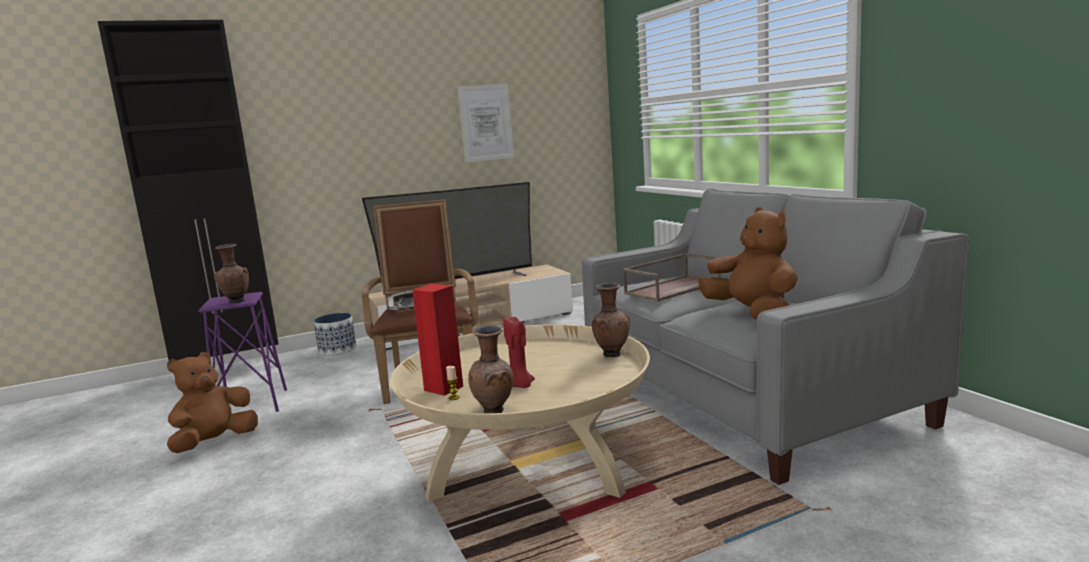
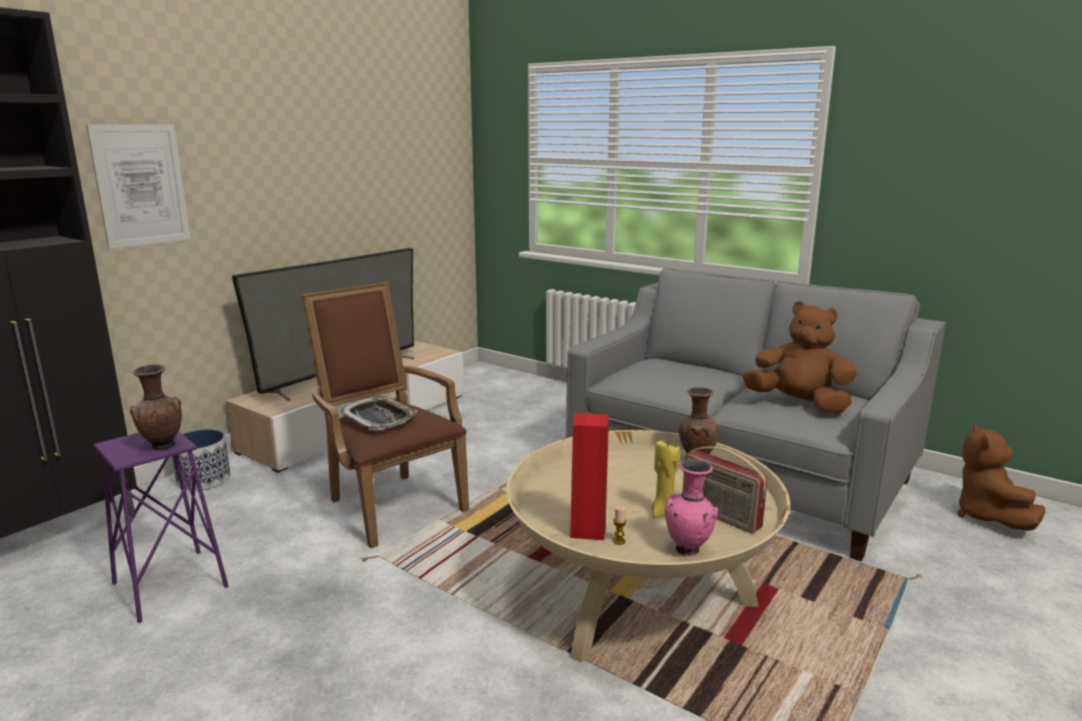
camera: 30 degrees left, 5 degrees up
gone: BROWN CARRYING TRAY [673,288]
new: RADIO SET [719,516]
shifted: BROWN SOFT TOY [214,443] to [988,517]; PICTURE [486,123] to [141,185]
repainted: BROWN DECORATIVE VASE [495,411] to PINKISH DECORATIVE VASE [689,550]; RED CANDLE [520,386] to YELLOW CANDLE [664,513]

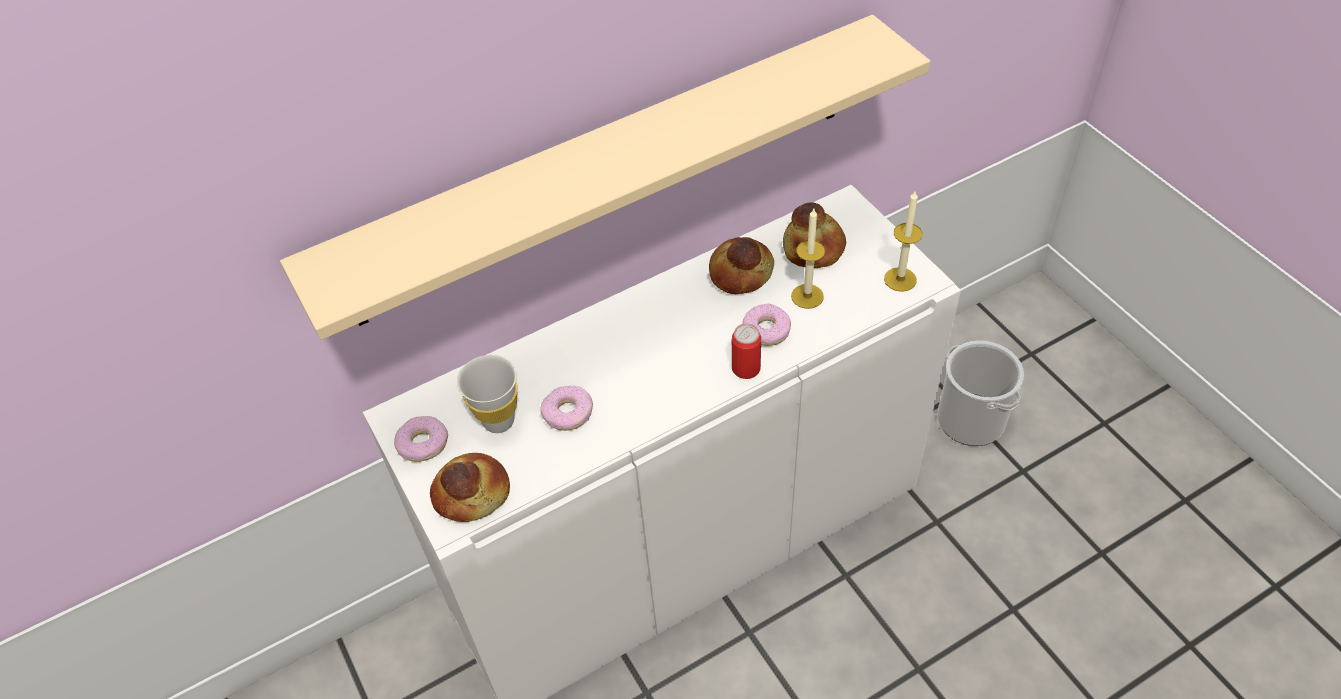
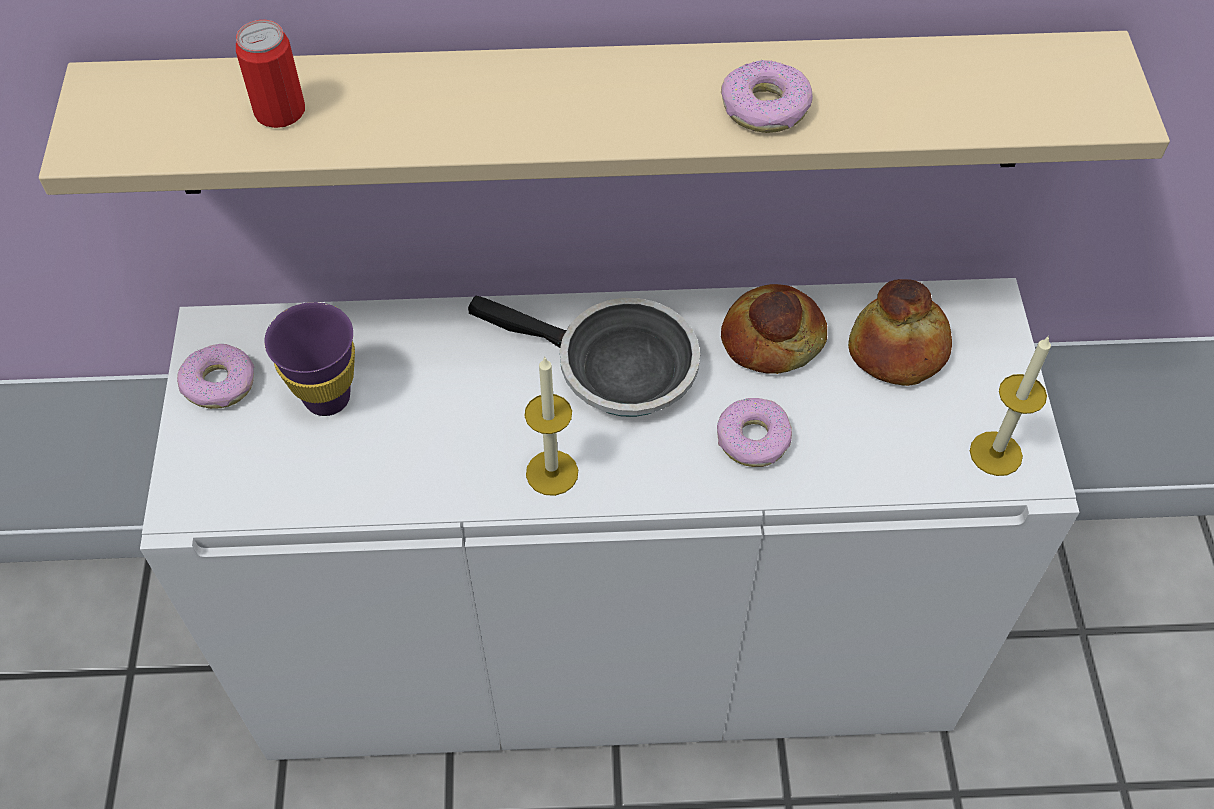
camera: 25 degrees right, 5 degrees up
gone: BAKERY BREAD [471,493]; PAIL [971,419]
new: SKILLET [615,368]
shifted: RING DOUGHNUT [568,413] to [765,108]; CAN [746,368] to [280,111]; CANDLE [807,296] to [552,473]
repainted: WHITE CUP [498,421] to PURPLISH CUP [327,398]

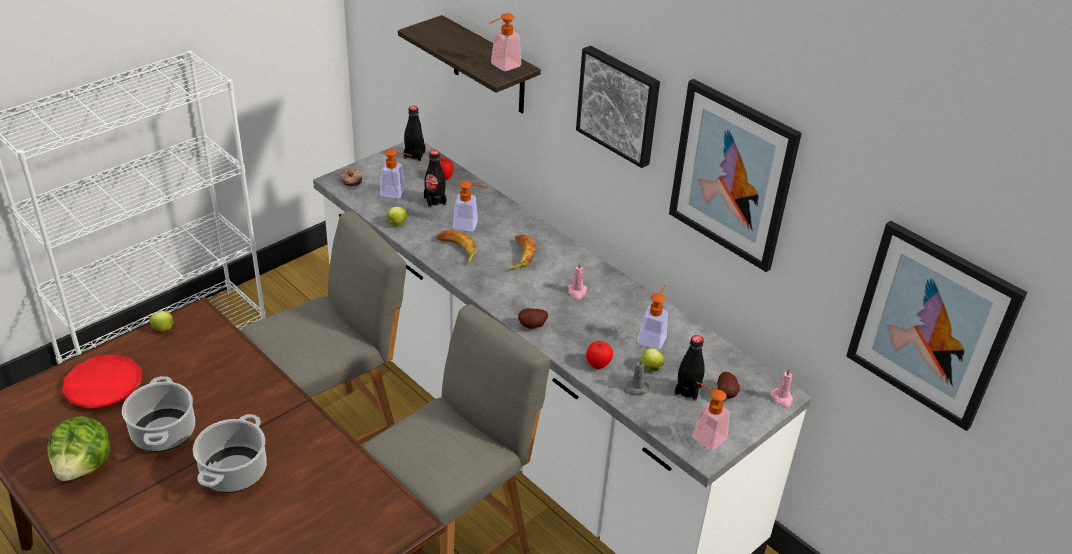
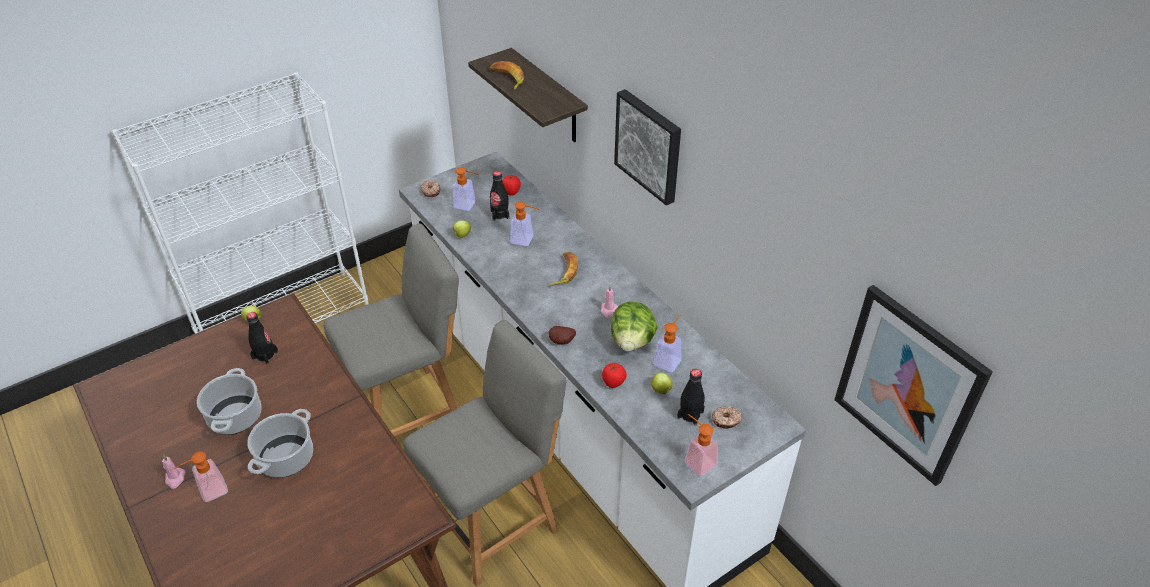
camera: 10 degrees right, 5 degrees up
gone: RED DINNER PLATE [103,386]; GREY CANDLE [635,389]; PICTURE [732,175]
shifted: LETTUCE HEAD [84,466] to [632,341]; BLACKISH DRINK BOTTLE [414,155] to [265,355]; WHOLE BANANA [456,249] to [507,78]; SOAP BOTTLE [501,66] to [208,492]; PINKISH CANDLE [782,399] to [175,479]
swapped: WHOLE POTATO [727,393] to RING DOUGHNUT [726,420]

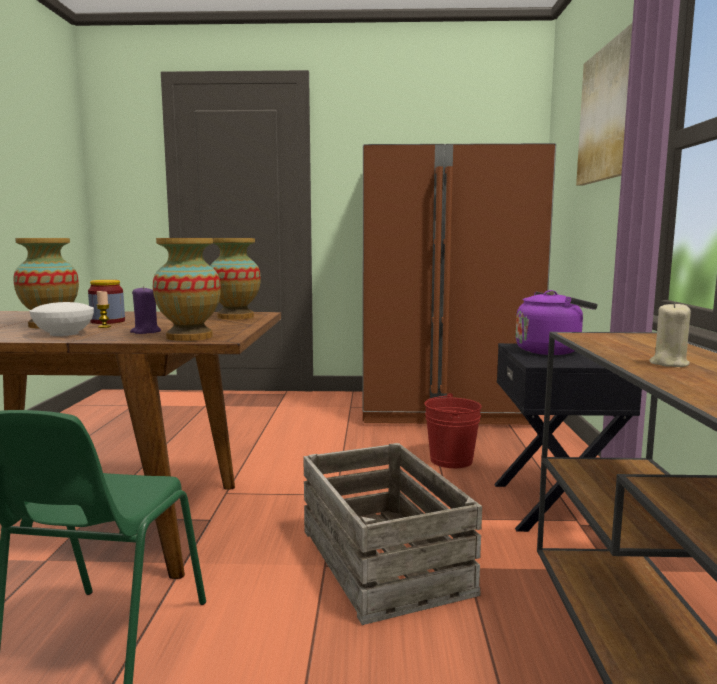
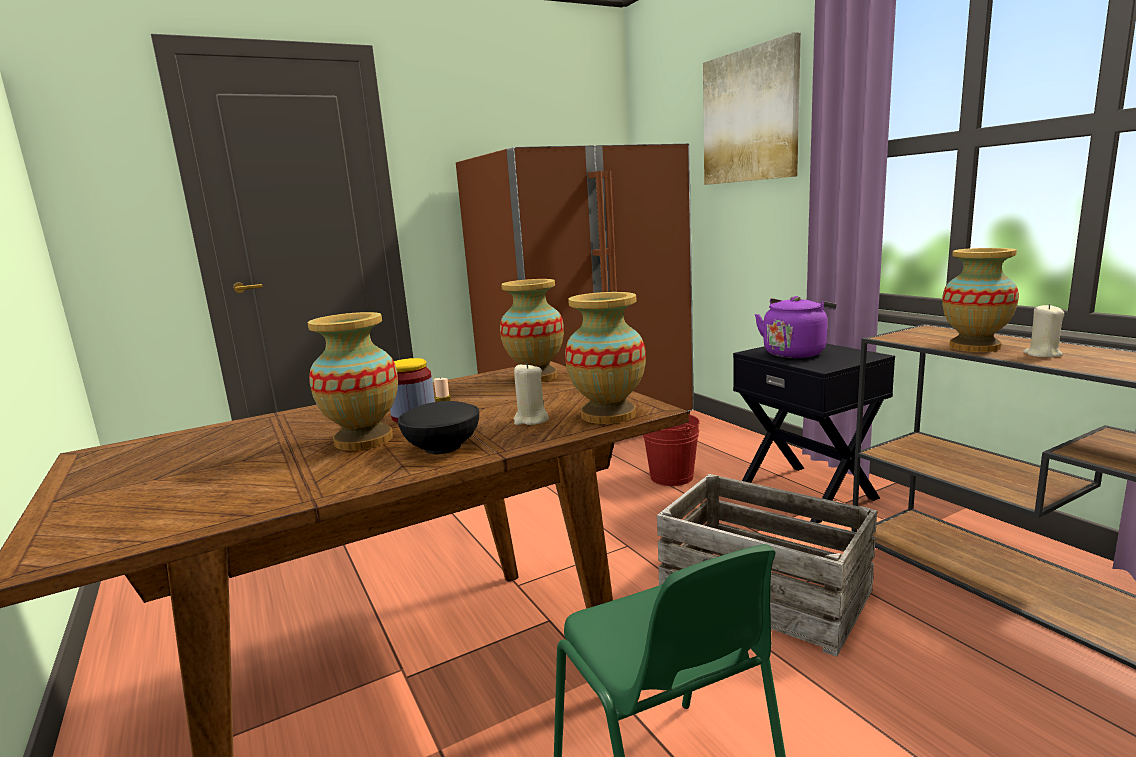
camera: 30 degrees left, 5 degrees up
new: DECORATIVE VASE [975,347]
repainted: WHITE DEEP DISH [64,334] to BLACKISH DEEP DISH [444,447]; PURPLISH CANDLE [145,332] to BEIGE-COLOURED CANDLE [531,420]

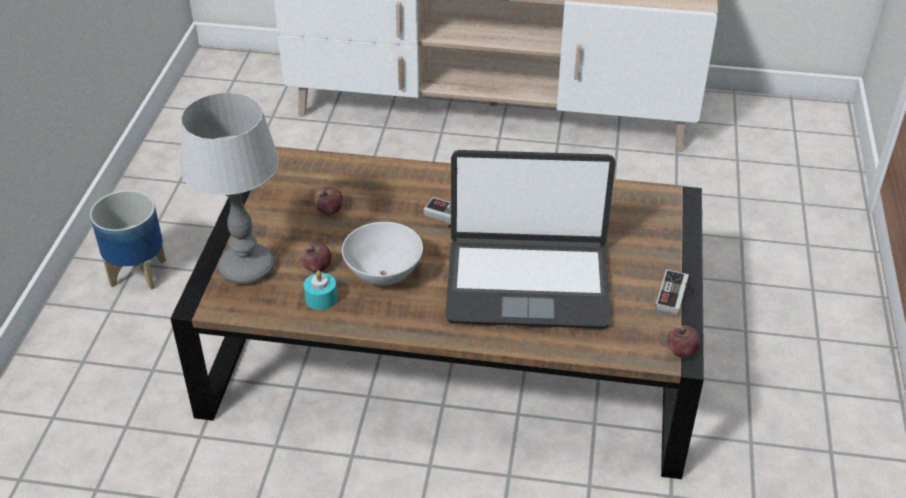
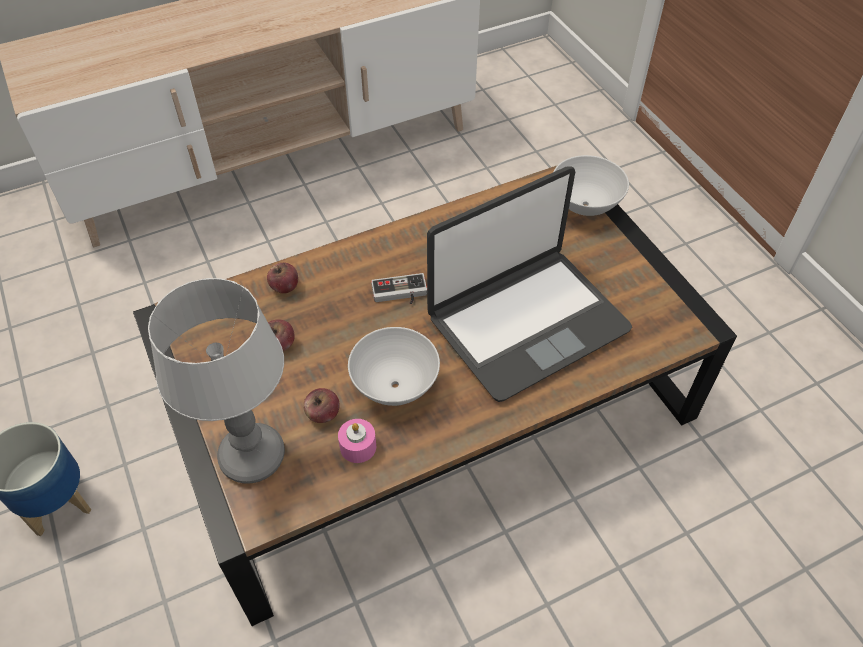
camera: 35 degrees left, 10 degrees up
gone: GAMEPAD [677,296]
new: WHITE DEEP DISH [585,207]
shifted: WHOLE APPLE [681,351] to [284,287]
repainted: BLUE-GREEN CANDLE [321,298] to PINKISH CANDLE [358,446]

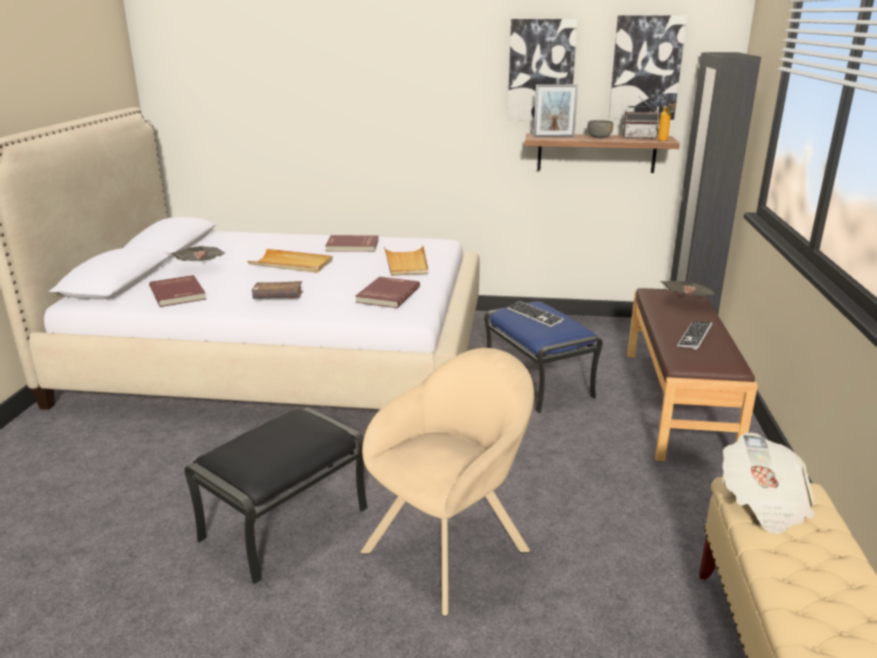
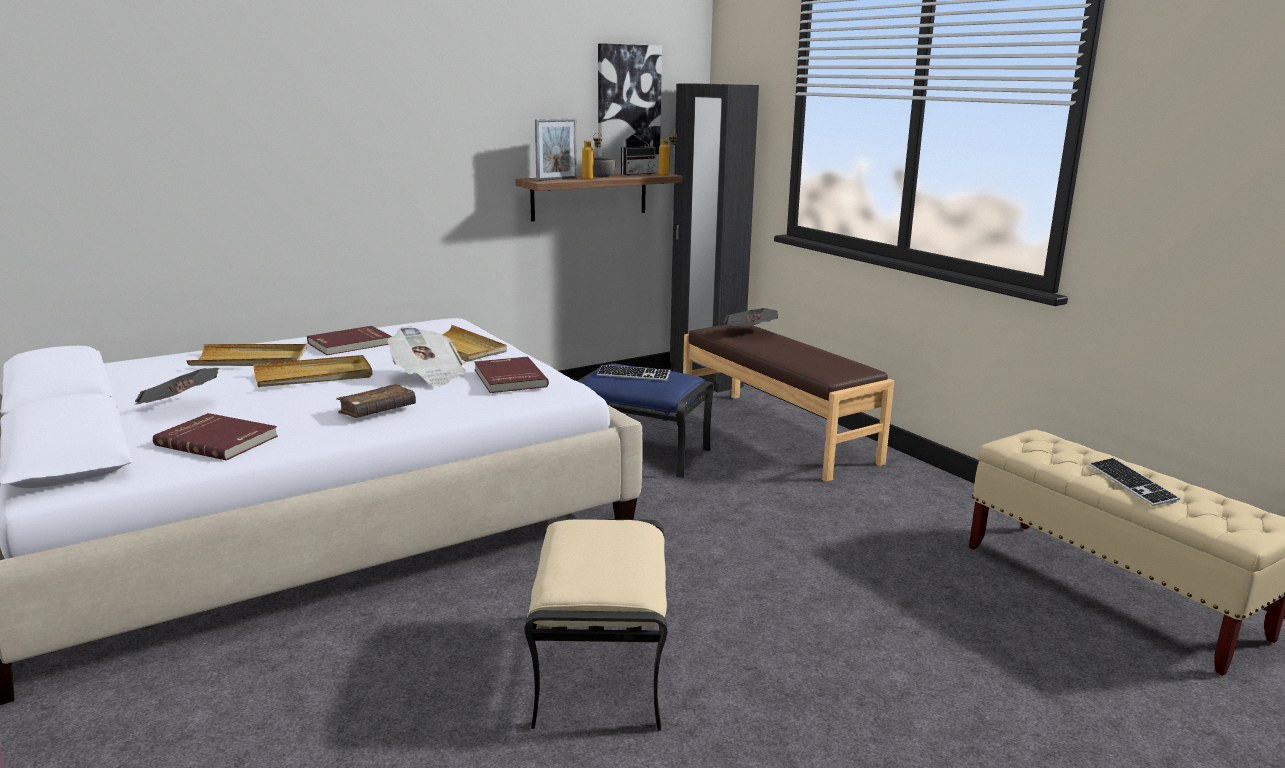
camera: 40 degrees left, 5 degrees down
gone: BEIGE-COLOURED ARMCHAIR [452,547]; PICTURE [541,70]
new: BEIGE-COLOURED CARRYING TRAY [250,360]; DRINK BOTTLE [592,179]
shifted: COMPUTER KEYBOARD [694,336] to [1131,484]; DAILY PAPER [763,503] to [428,375]
repainted: BLACKISH OTTOMAN [285,523] to BEIGE-COLOURED OTTOMAN [598,666]

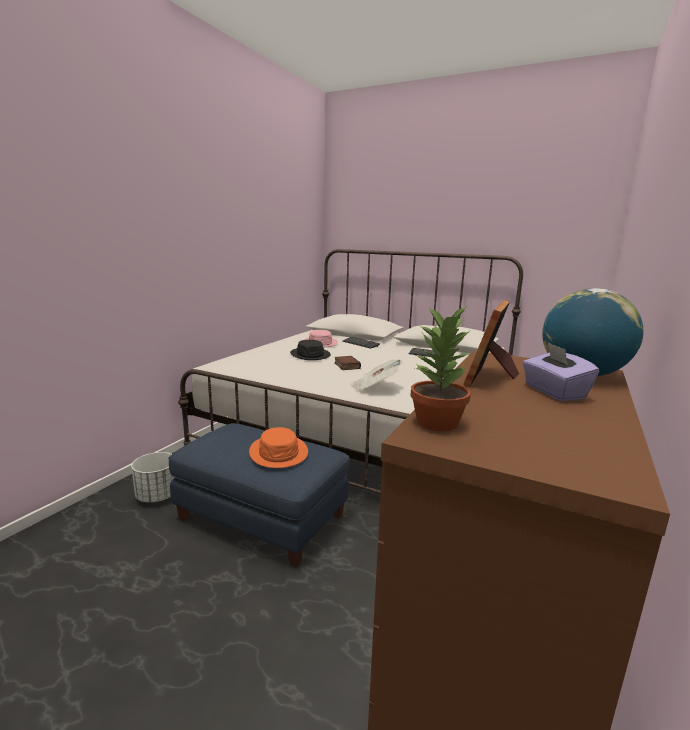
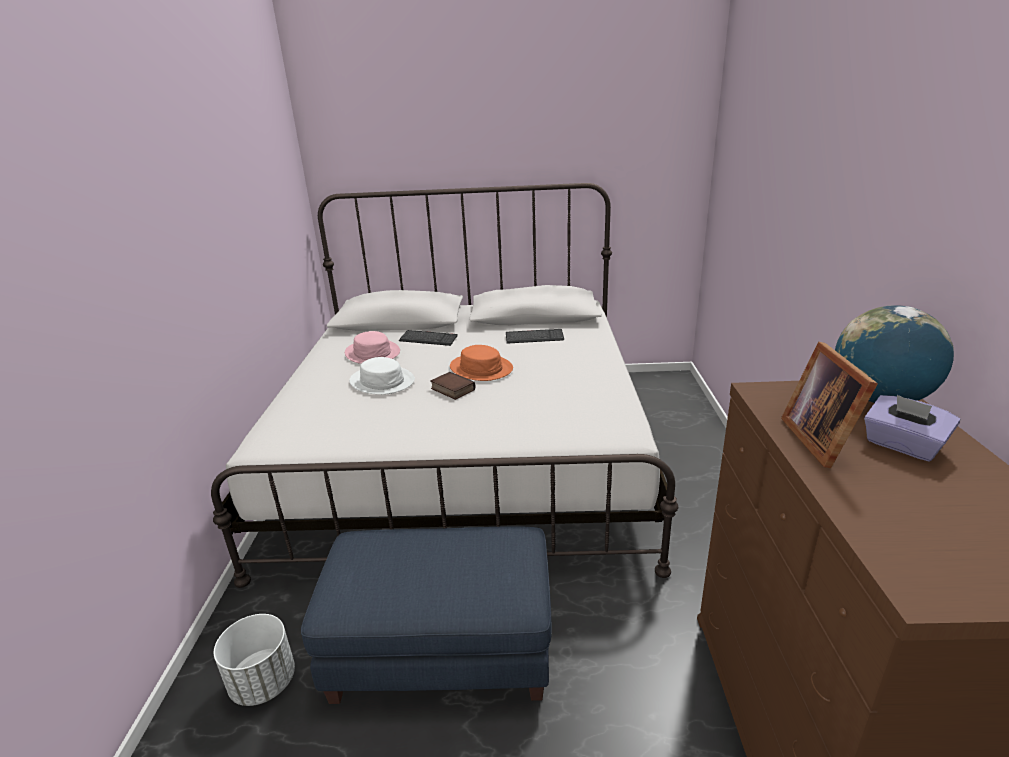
camera: 25 degrees left, 10 degrees up
gone: DAILY PAPER [374,387]; HOUSEPLANT [438,423]
shifted: ORANGEY HAT [279,452] to [481,368]
repainted: BLACKISH HAT [310,355] to WHITE HAT [382,381]

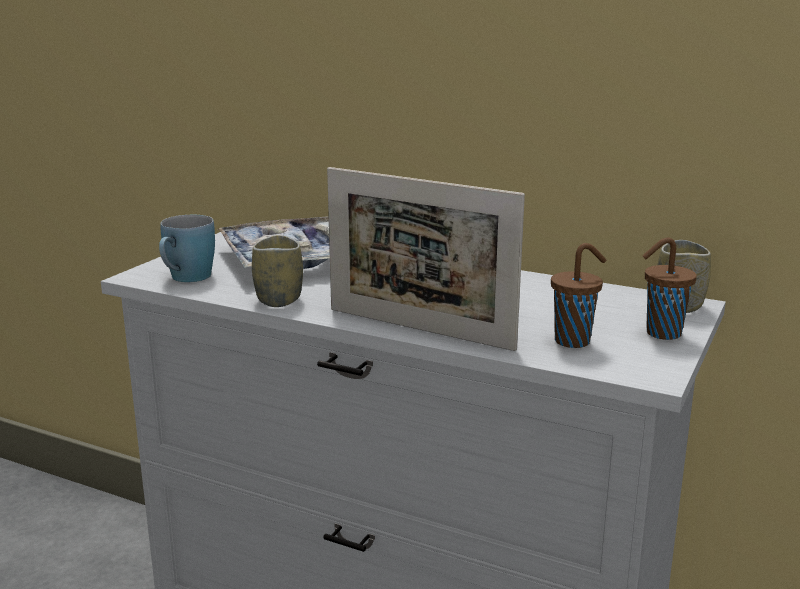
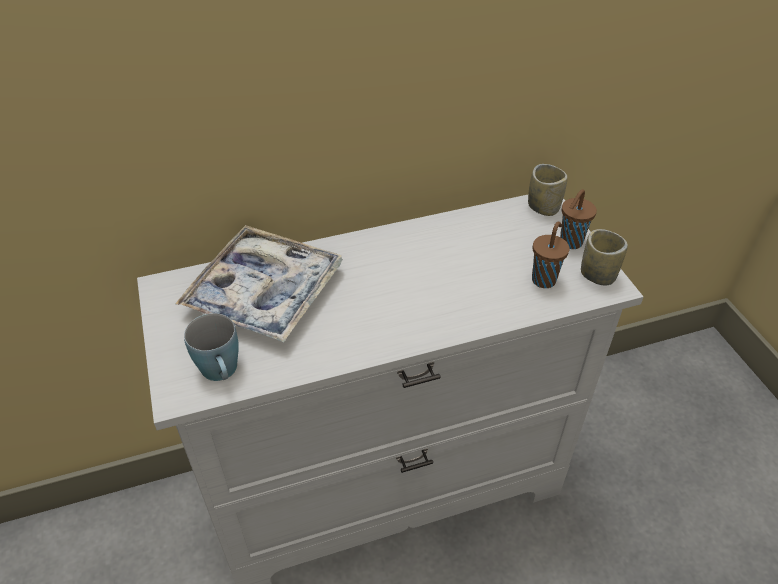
camera: 45 degrees left, 25 degrees up
gone: PICTURE FRAME [418,329]
shifted: CUP [279,300] to [597,275]

